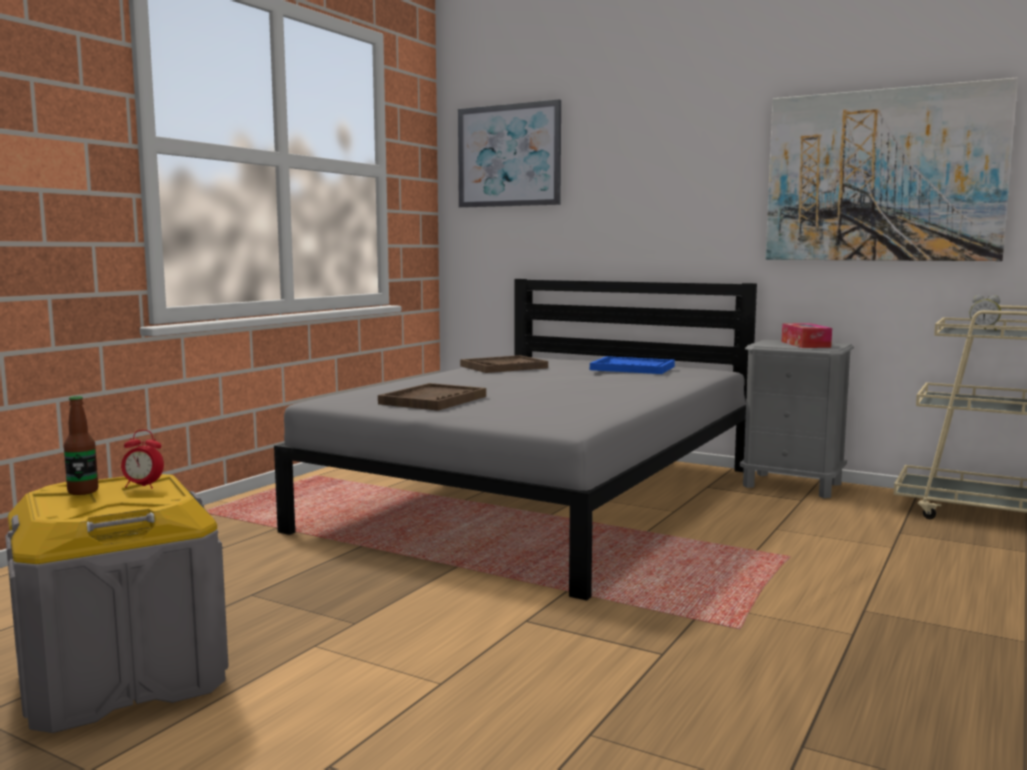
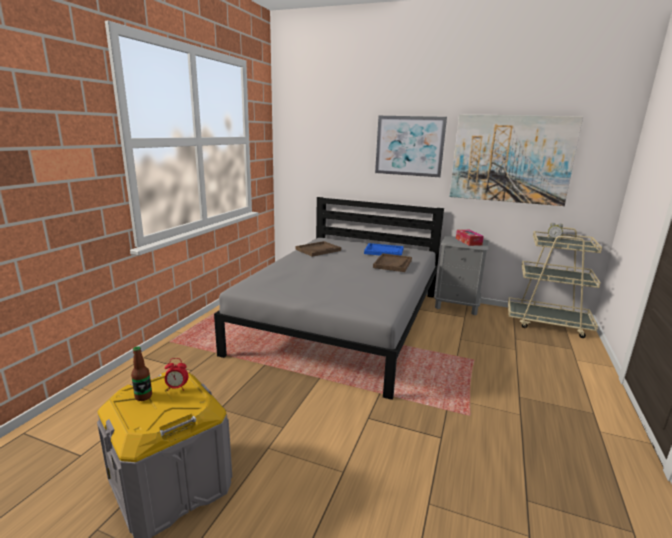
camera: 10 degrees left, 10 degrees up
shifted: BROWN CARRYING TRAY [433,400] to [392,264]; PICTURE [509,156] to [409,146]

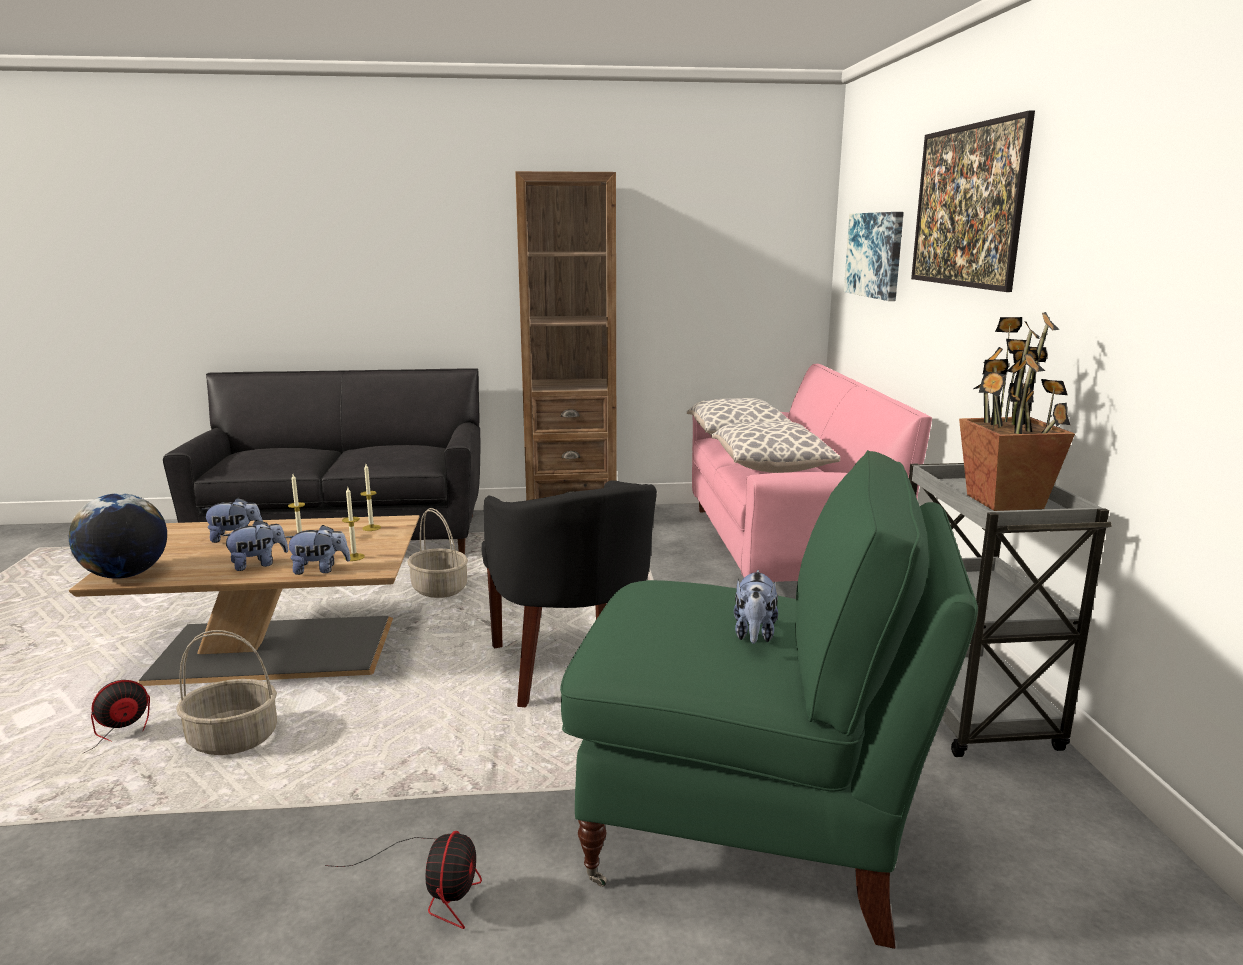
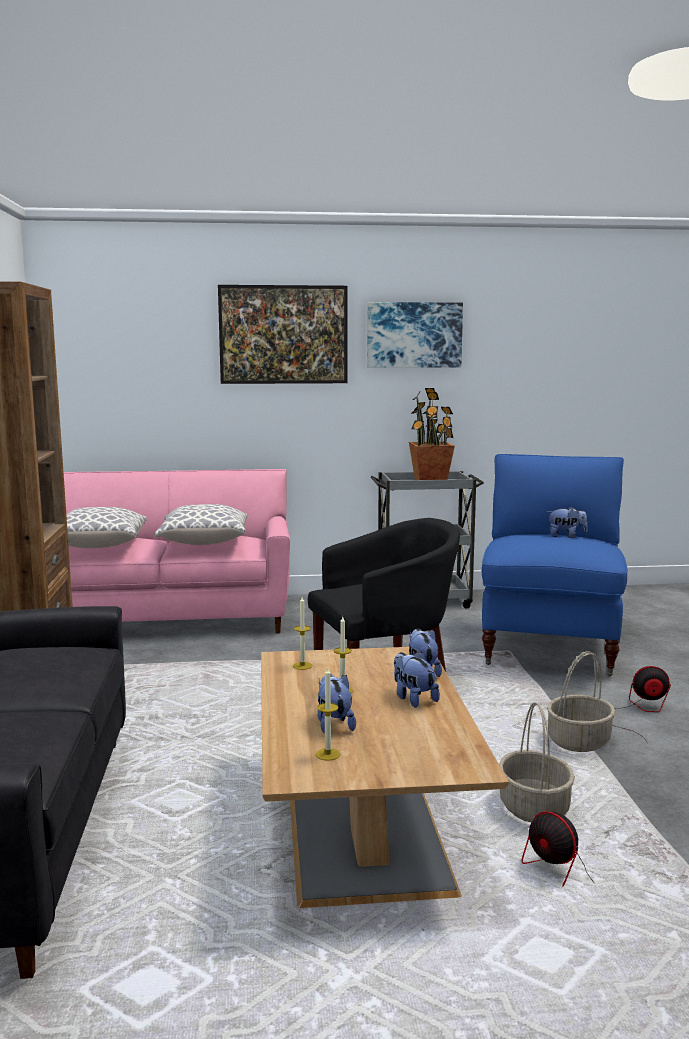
camera: 90 degrees left, 5 degrees down
gone: GLOBE [126,575]
shifted: CANDLE [354,557] to [328,754]; STORAGE BASKET [440,589] to [578,741]; PICTURE [875,255] to [414,335]
repainted: GREENISH ARMCHAIR [752,831] to BLUE-COLOURED ARMCHAIR [549,647]

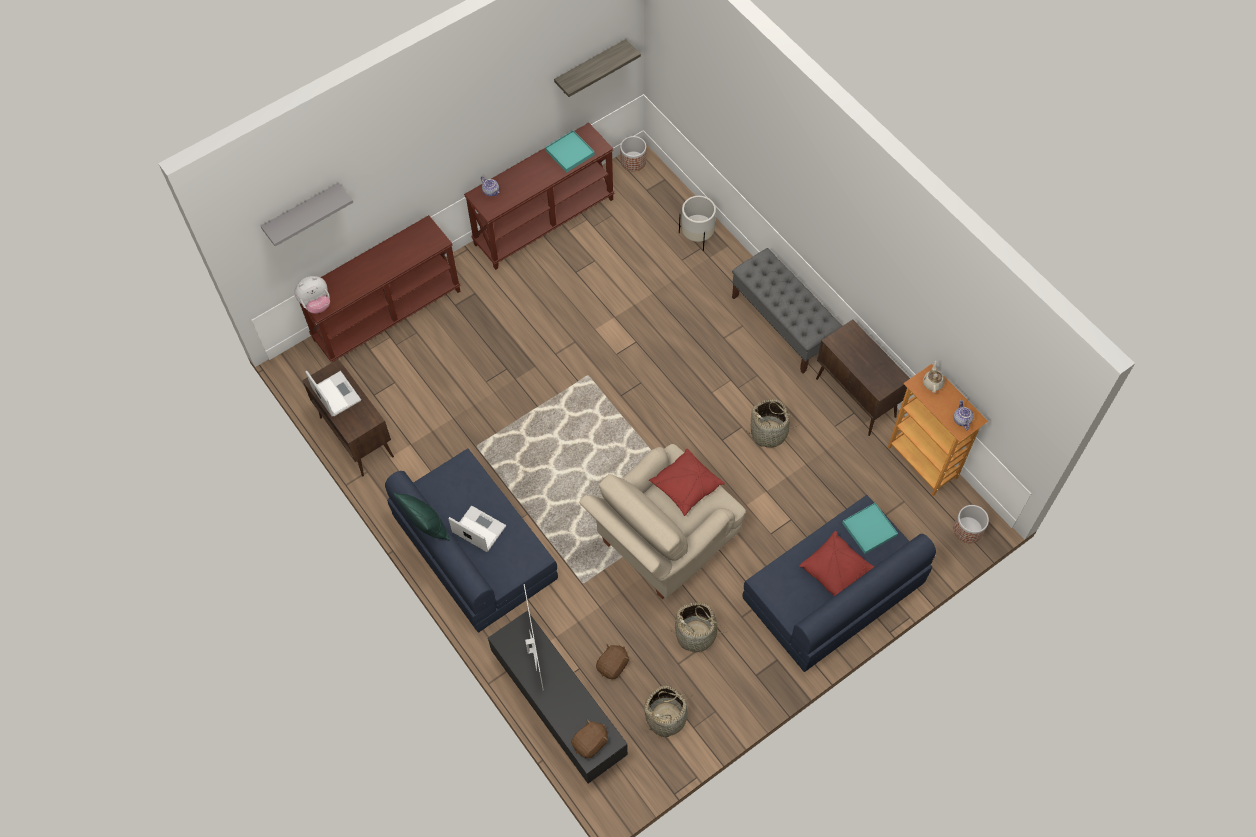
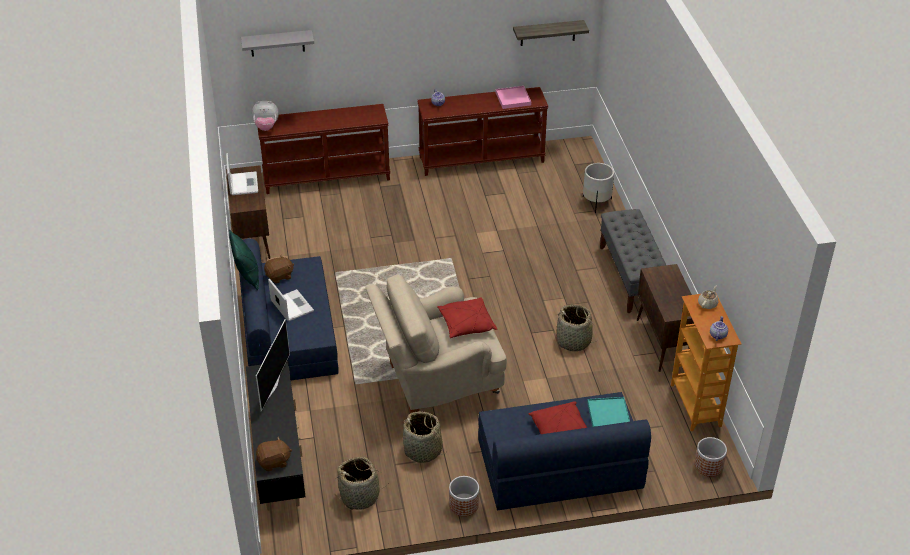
camera: 25 degrees right, 20 degrees down
shifted: BROWN SOFT TOY [613,665] to [279,276]; FLOWER POT [633,161] to [463,505]
repainted: BLUE-GREEN CARRYING TRAY [570,153] to PINKISH CARRYING TRAY [513,99]

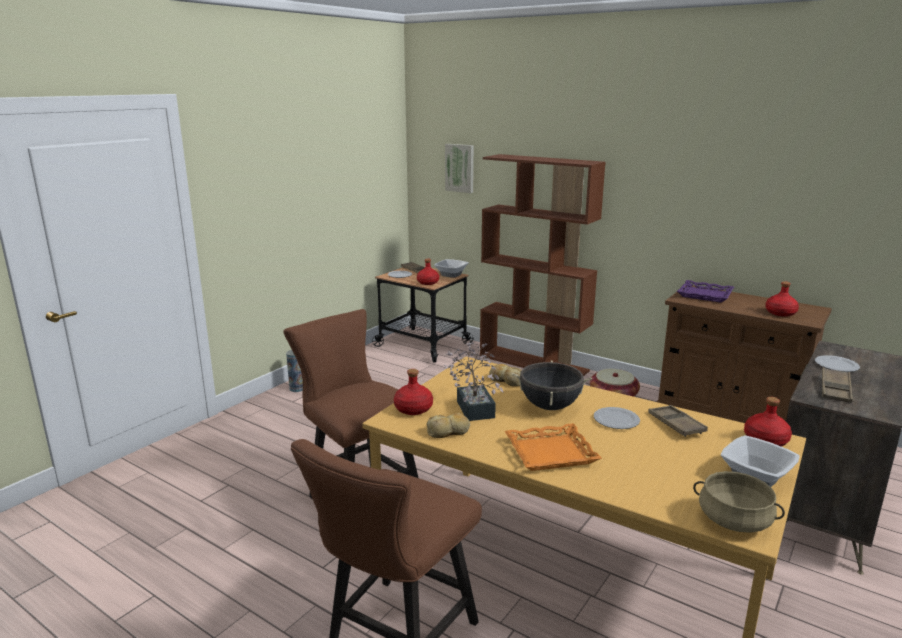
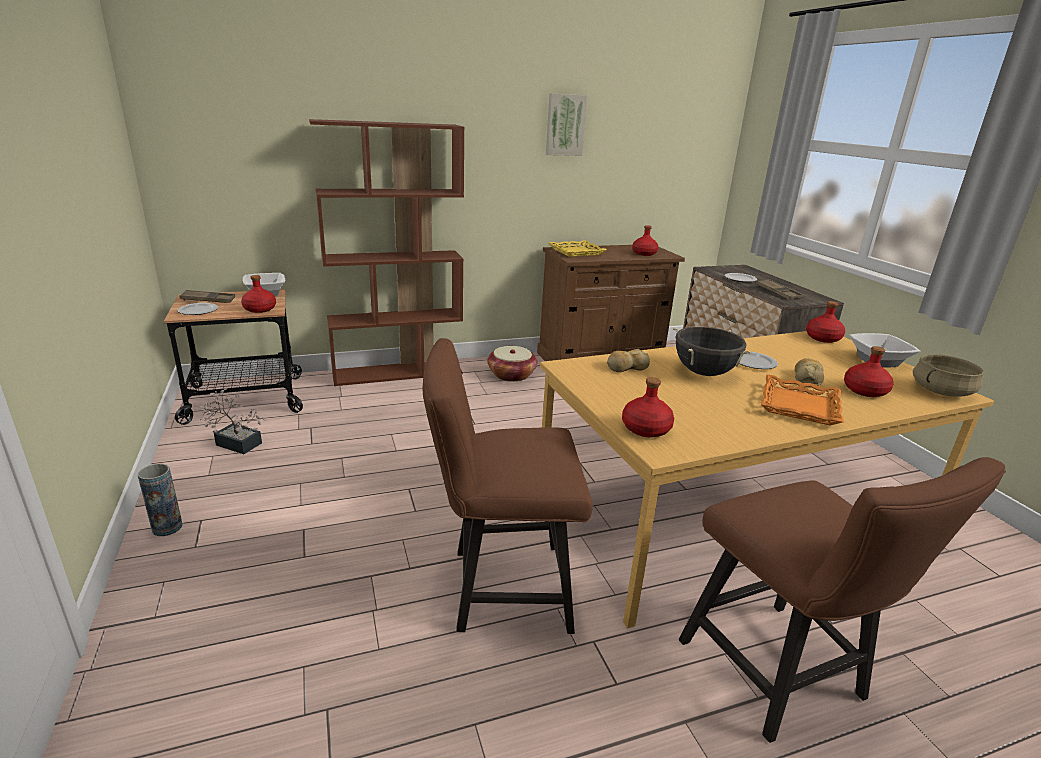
camera: 55 degrees left, 5 degrees up
gone: BROWN CARRYING TRAY [676,424]
new: RED DRINK BOTTLE [864,390]
shifted: BAKERY BREAD [448,432] to [807,378]; HOUSEPLANT [474,406] to [235,442]; PICTURE [460,168] to [565,125]
repainted: PURPLISH CARRYING TRAY [704,295] to YELLOW CARRYING TRAY [576,252]

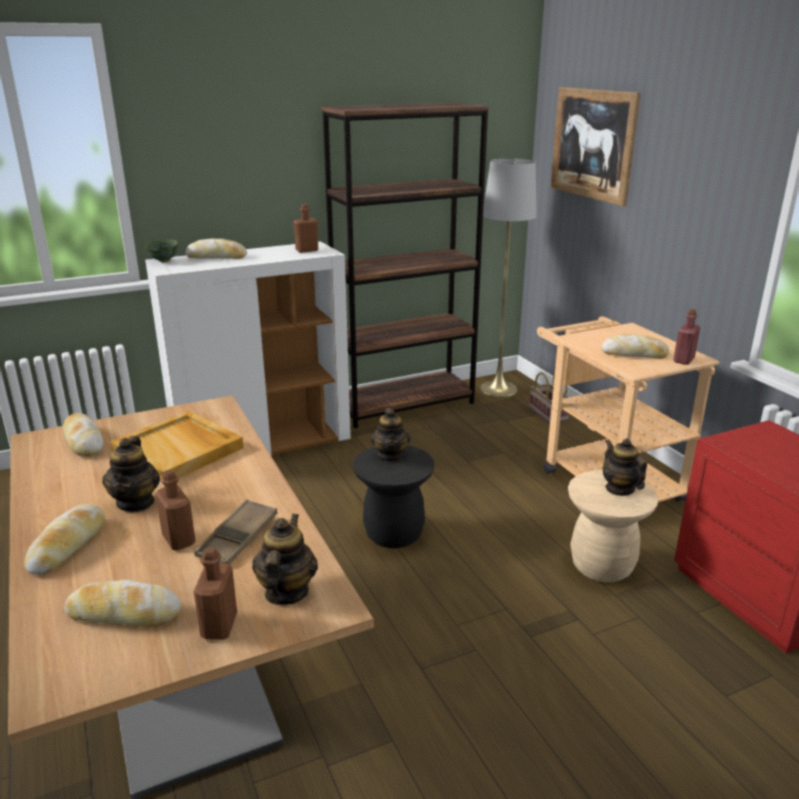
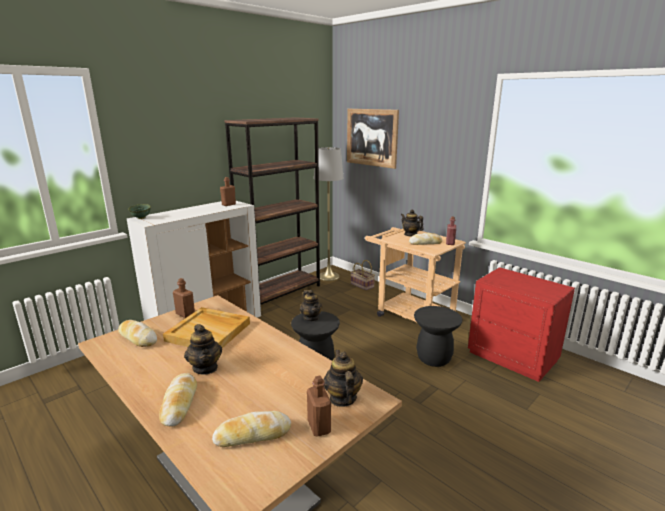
camera: 20 degrees left, 5 degrees down
gone: BAKERY BREAD [217,257]; BROWN CARRYING TRAY [238,538]
shifted: BROWN DRINK BOTTLE [179,540] to [185,314]; POT FOR TEA [620,489] to [410,234]
repainted: BEIGE-COLOURED STOOL SEAT [602,566] to BLACKISH STOOL SEAT [433,358]

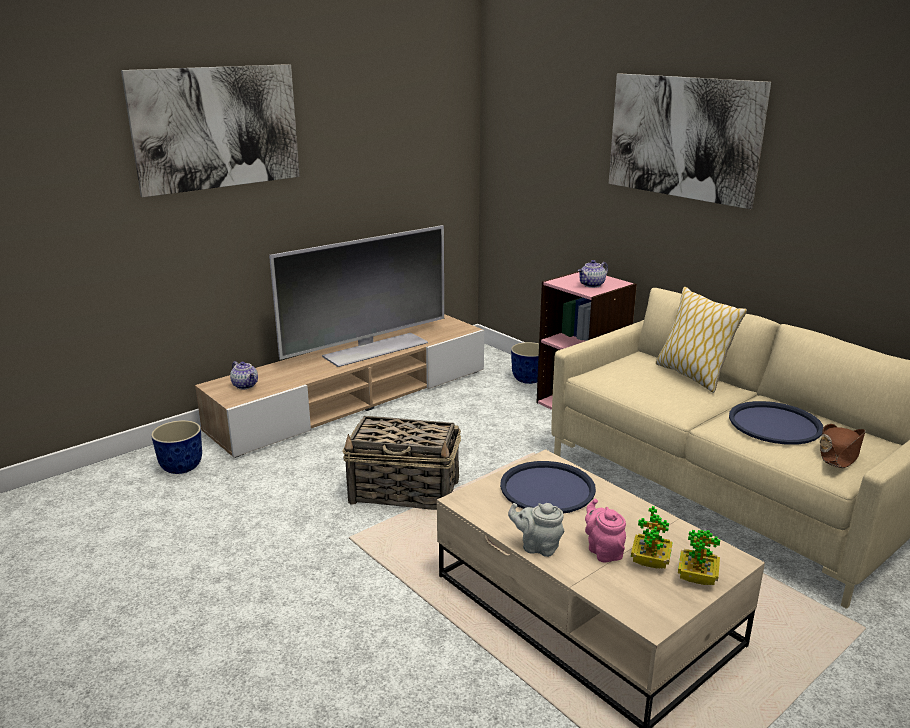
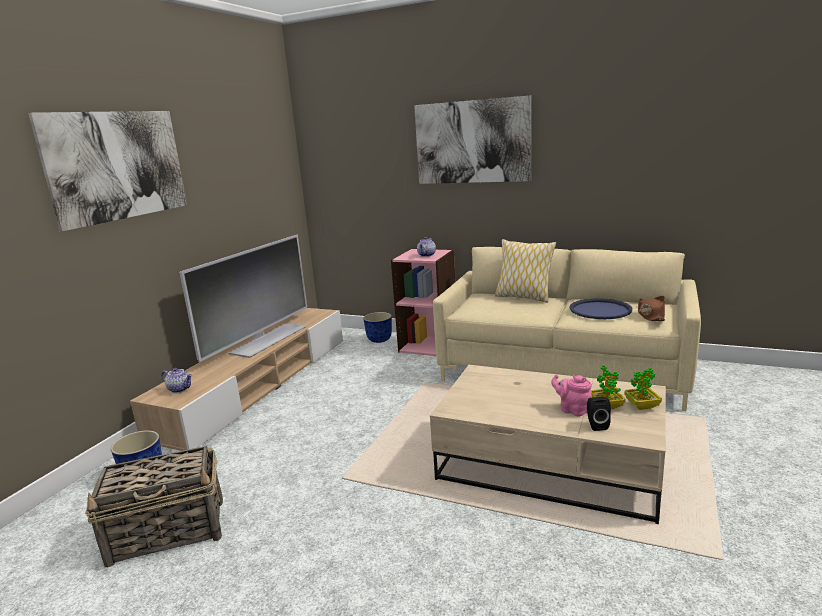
camera: 25 degrees left, 5 degrees down
gone: BLUE-COLOURED CARRYING TRAY [547,488]; GREY POT FOR TEA [537,547]
new: BLACKISH AUDIO SPEAKER [596,425]
shifted: STORAGE BASKET [405,492] to [169,532]

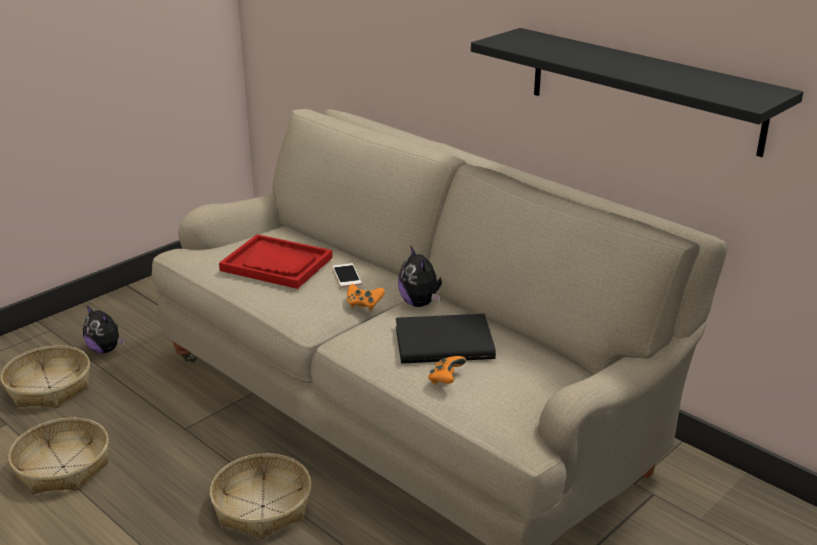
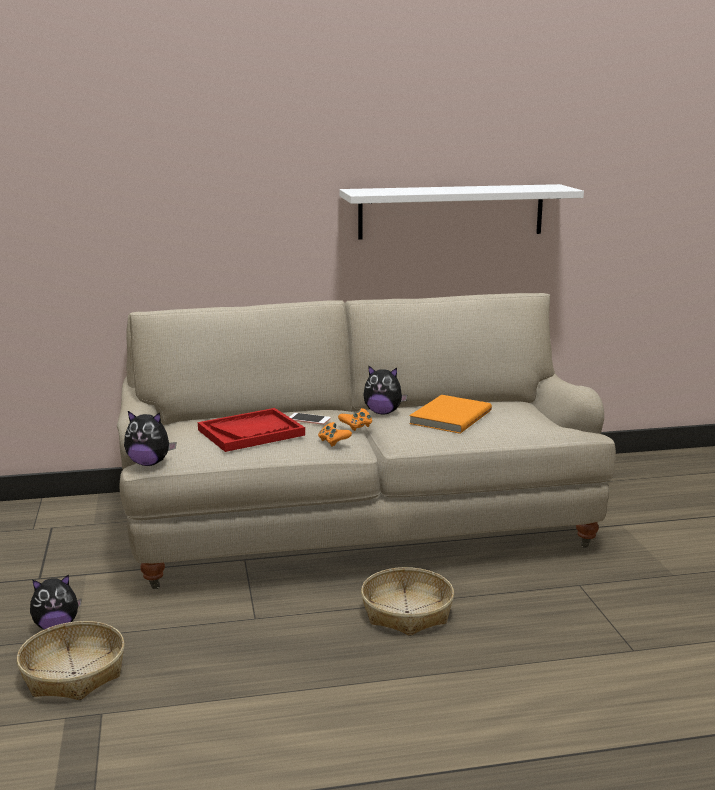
camera: 55 degrees left, 10 degrees down
gone: STORAGE BASKET [63,466]
new: SOFT TOY [149,463]
shifted: ORANGEY GAMEPAD [446,379] to [333,442]
repainted: BLACKISH BOOK [443,341] to ORANGEY BOOK [449,417]; BLACKISH SHELF [643,90] to WHITE SHELF [451,211]

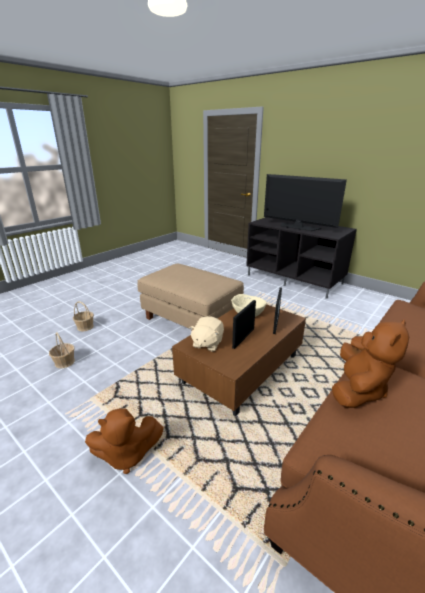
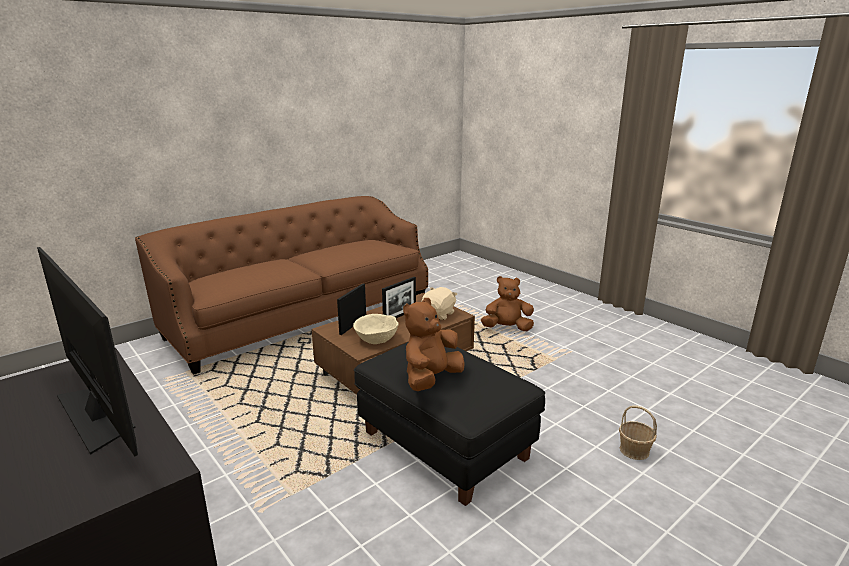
camera: 170 degrees left, 5 degrees down
gone: STORAGE BASKET [64,362]
shifted: BROWN SOFT TOY [358,389] to [431,379]
repainted: BEIGE-COLOURED OTTOMAN [192,320] to BLACKISH OTTOMAN [443,445]

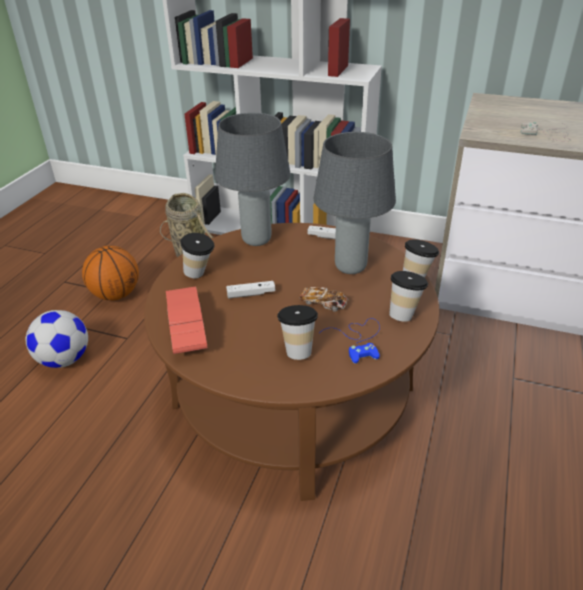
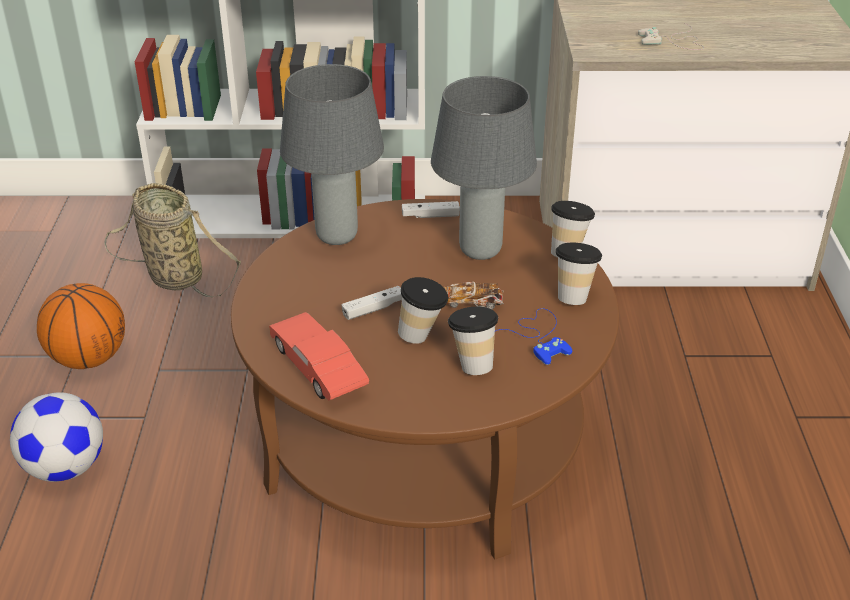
camera: 20 degrees left, 0 degrees up
shifted: CUP [200,275] to [422,336]

